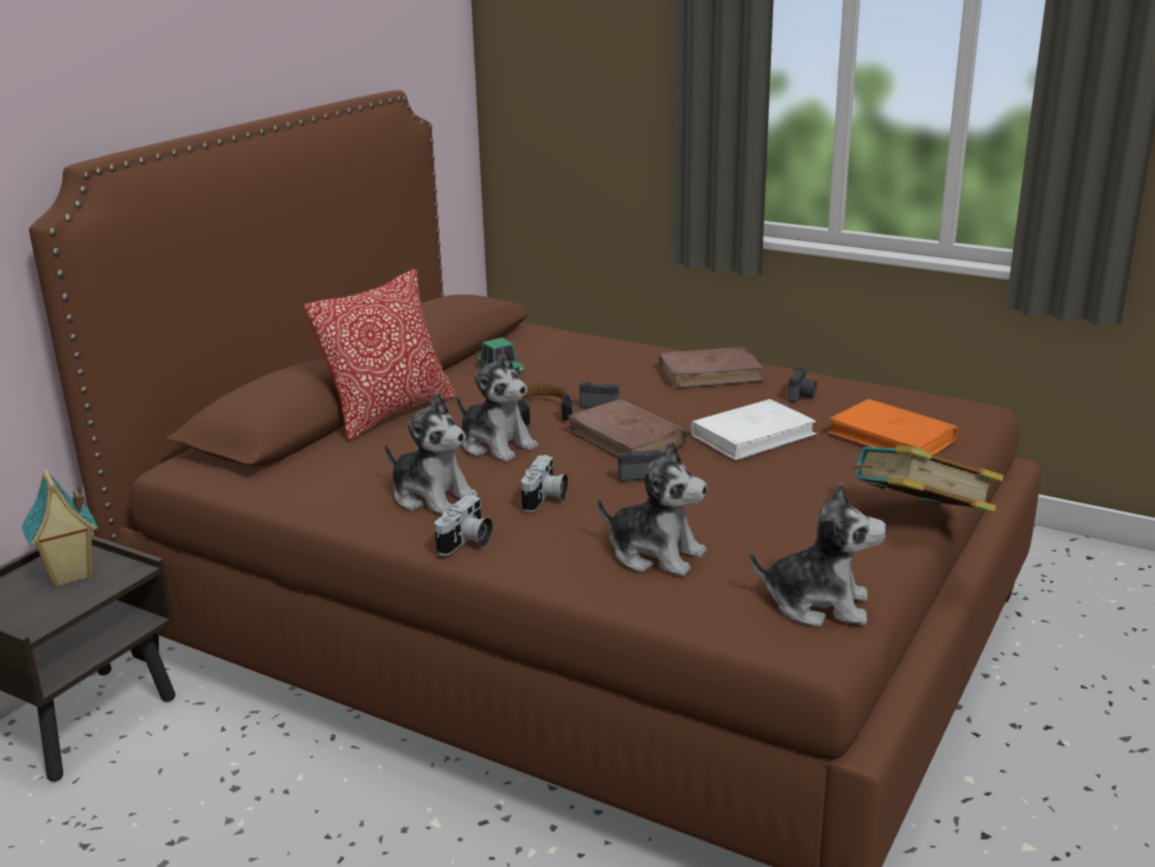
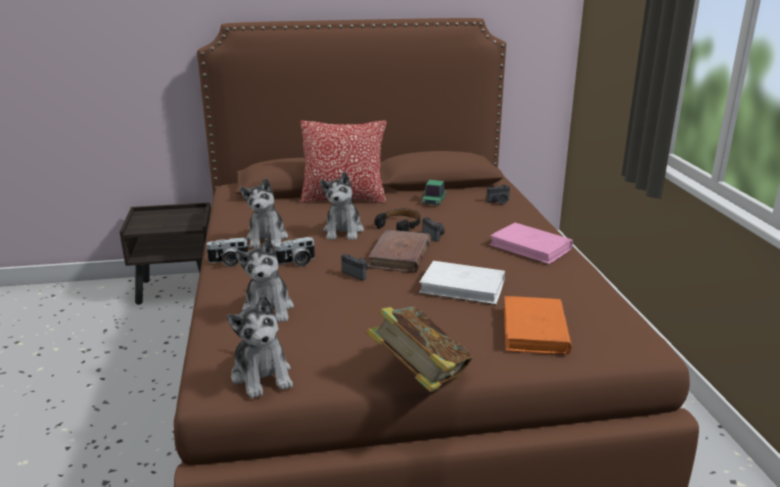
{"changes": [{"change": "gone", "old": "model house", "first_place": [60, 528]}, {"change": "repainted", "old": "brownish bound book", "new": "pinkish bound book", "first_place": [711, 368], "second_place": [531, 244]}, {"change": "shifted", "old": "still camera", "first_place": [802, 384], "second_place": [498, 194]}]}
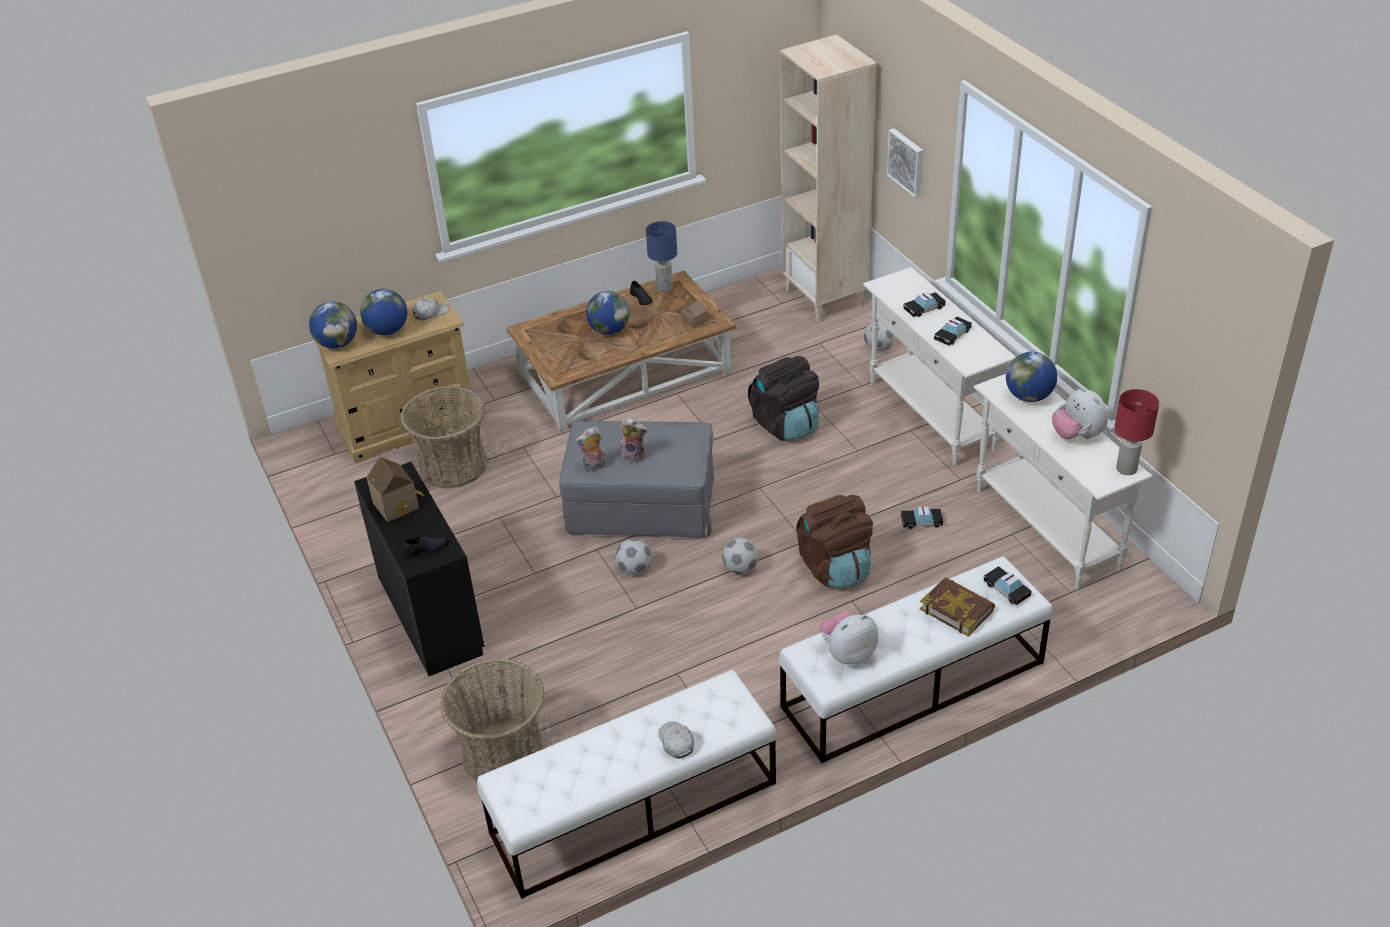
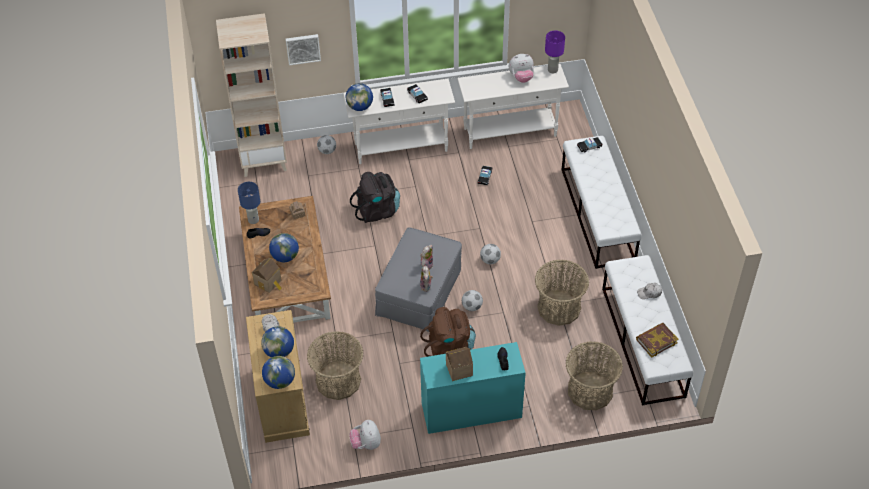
{"changes": [{"change": "repainted", "old": "blackish desk unit", "new": "turquoise desk unit", "first_place": [419, 569], "second_place": [473, 388]}, {"change": "shifted", "old": "brownish backpack", "first_place": [835, 541], "second_place": [448, 332]}, {"change": "shifted", "old": "soft toy", "first_place": [849, 638], "second_place": [365, 435]}, {"change": "shifted", "old": "bound book", "first_place": [957, 607], "second_place": [657, 340]}, {"change": "shifted", "old": "globe", "first_place": [1031, 377], "second_place": [359, 97]}, {"change": "repainted", "old": "red-coloured tabletop lamp", "new": "purple tabletop lamp", "first_place": [1136, 432], "second_place": [555, 51]}, {"change": "new", "new": "model house", "second_place": [267, 275]}, {"change": "new", "new": "basket", "second_place": [562, 292]}]}
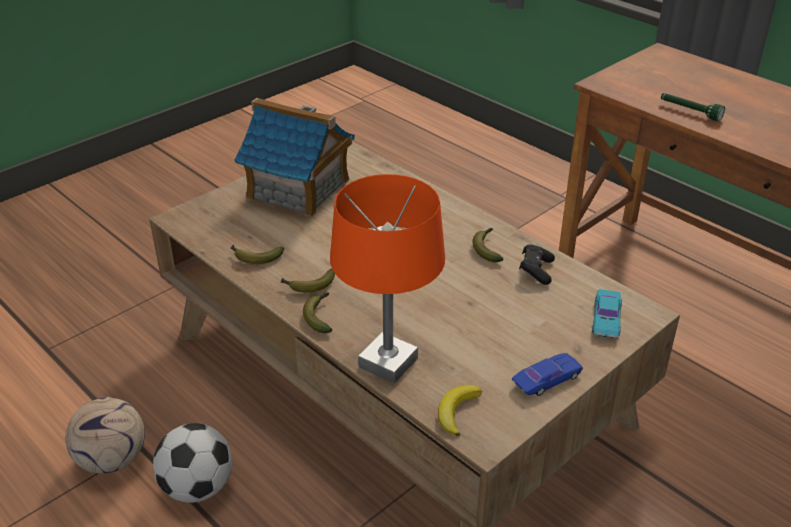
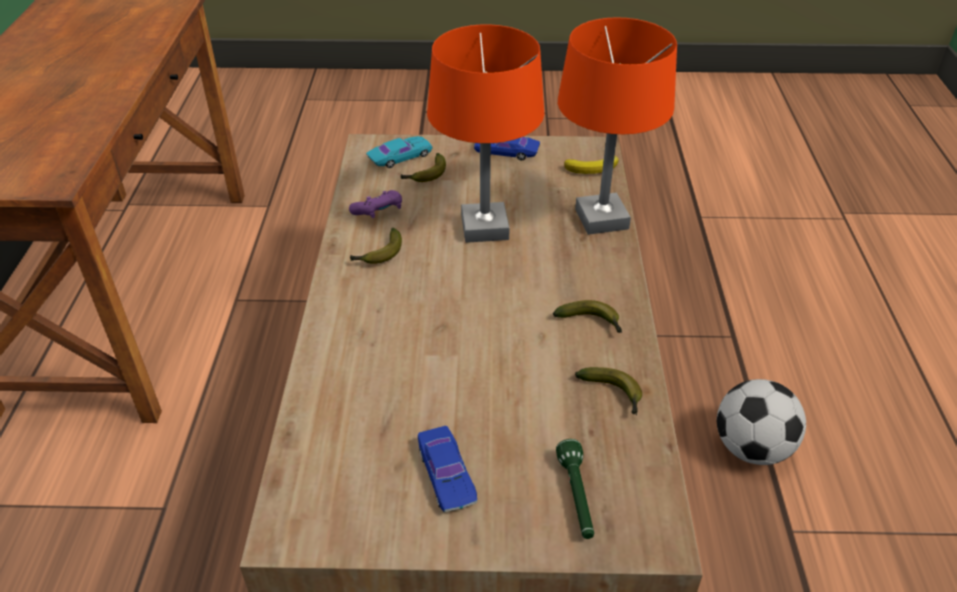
{"changes": [{"change": "gone", "old": "football", "first_place": [105, 435]}, {"change": "swapped", "old": "model house", "new": "bluish model car", "first_place": [294, 157], "second_place": [447, 469]}, {"change": "shifted", "old": "banana fruit", "first_place": [317, 312], "second_place": [423, 167]}, {"change": "repainted", "old": "blackish joypad", "new": "purple joypad", "first_place": [537, 264], "second_place": [375, 204]}, {"change": "shifted", "old": "greenish torch", "first_place": [693, 107], "second_place": [575, 489]}, {"change": "new", "new": "orange-coloured tabletop lamp", "second_place": [485, 134]}]}
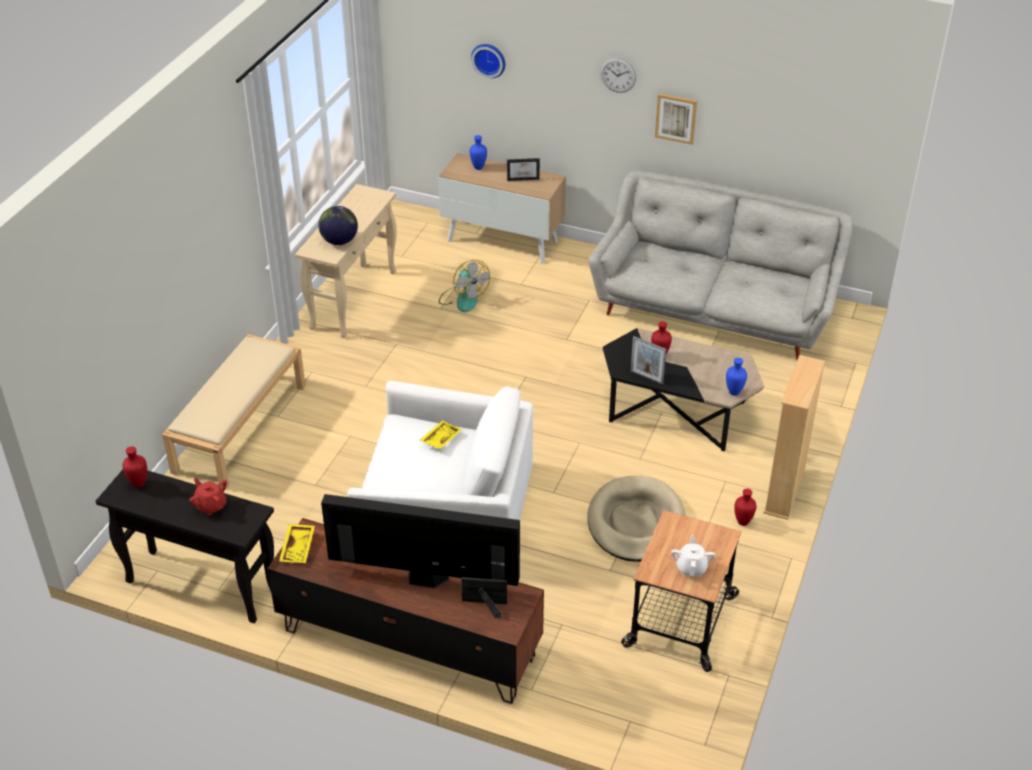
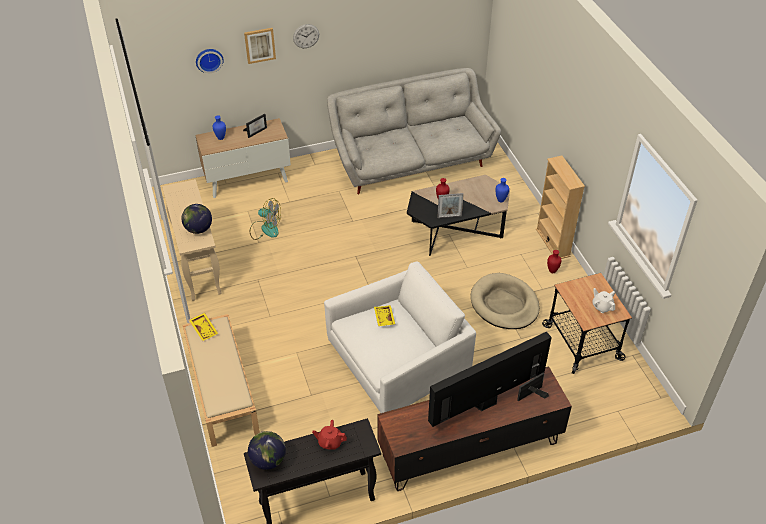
{"changes": [{"change": "swapped", "old": "red-coloured vase", "new": "globe", "first_place": [134, 467], "second_place": [267, 450]}, {"change": "shifted", "old": "yellow carrying tray", "first_place": [297, 543], "second_place": [203, 327]}, {"change": "shifted", "old": "wall art", "first_place": [676, 119], "second_place": [260, 46]}]}
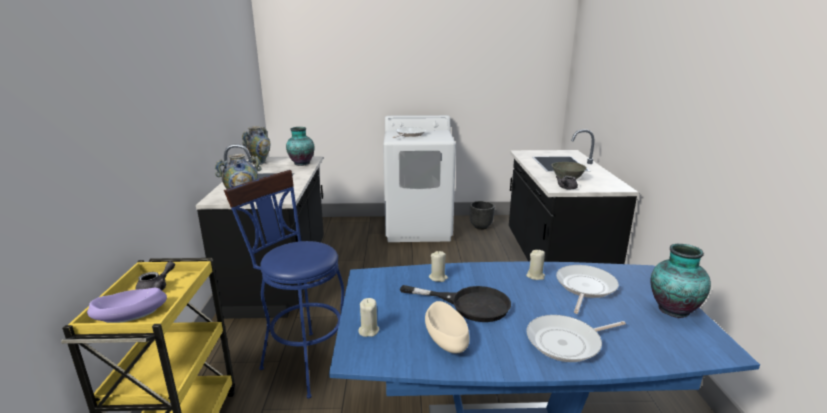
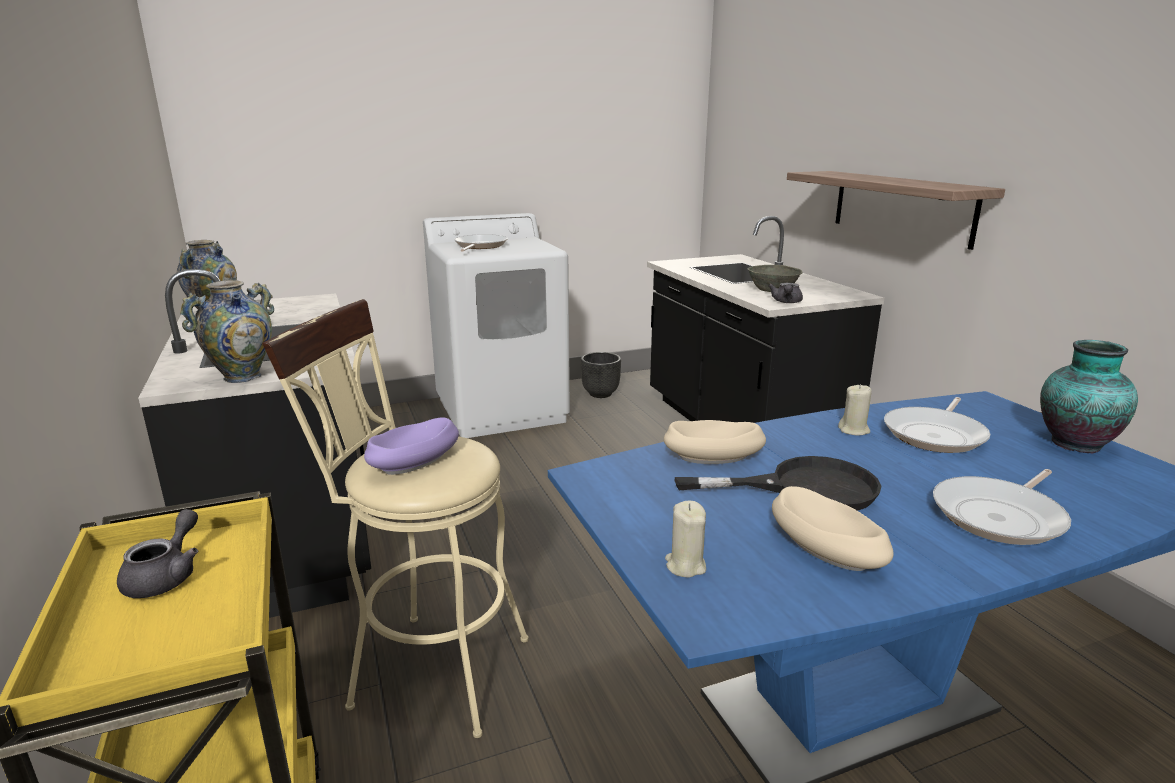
{"changes": [{"change": "shifted", "old": "purple bowl", "first_place": [127, 305], "second_place": [411, 446]}, {"change": "repainted", "old": "bluish sitting stool", "new": "sand-coloured sitting stool", "first_place": [284, 284], "second_place": [395, 518]}, {"change": "gone", "old": "vase", "first_place": [300, 146]}, {"change": "swapped", "old": "sand-coloured candle", "new": "sand-coloured bowl", "first_place": [438, 266], "second_place": [715, 442]}, {"change": "rotated", "old": "pan", "first_place": [587, 289], "second_place": [937, 425], "degrees": -150}, {"change": "new", "new": "shelf", "second_place": [896, 210]}]}
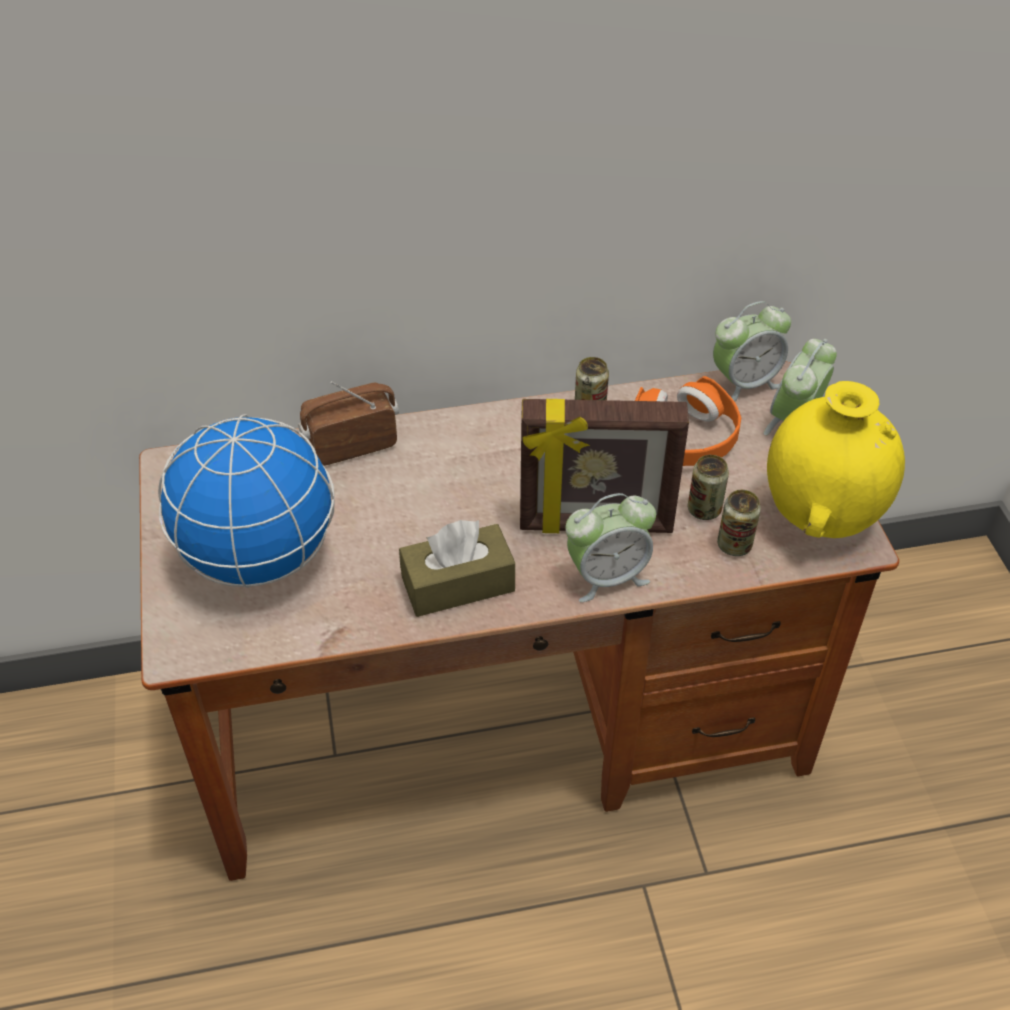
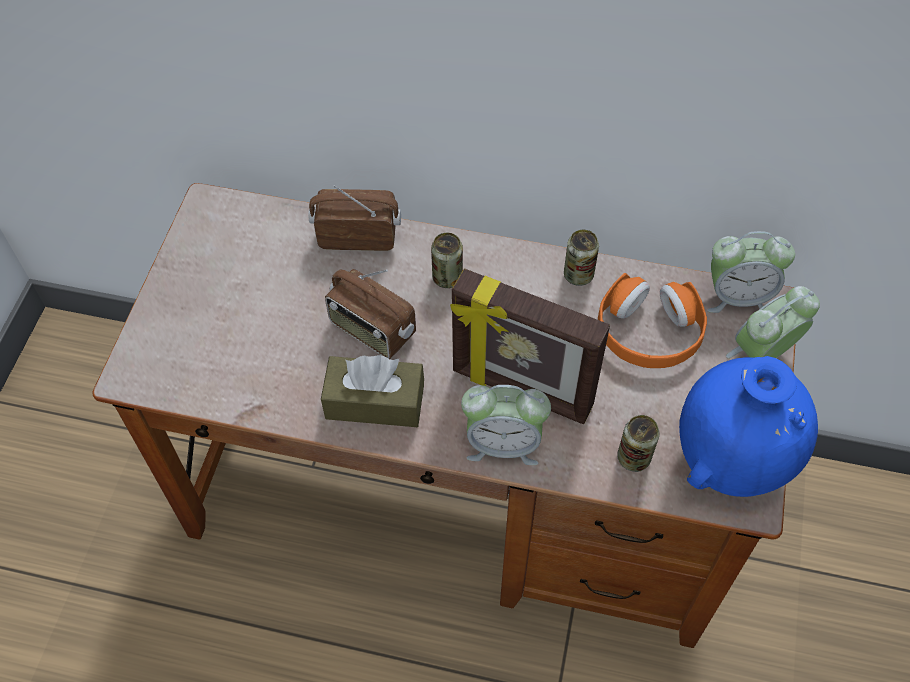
{"changes": [{"change": "gone", "old": "globe", "first_place": [246, 501]}, {"change": "shifted", "old": "can", "first_place": [708, 487], "second_place": [447, 260]}, {"change": "repainted", "old": "yellow vase", "new": "bluish vase", "first_place": [836, 459], "second_place": [748, 426]}, {"change": "new", "new": "radio receiver", "second_place": [370, 314]}]}
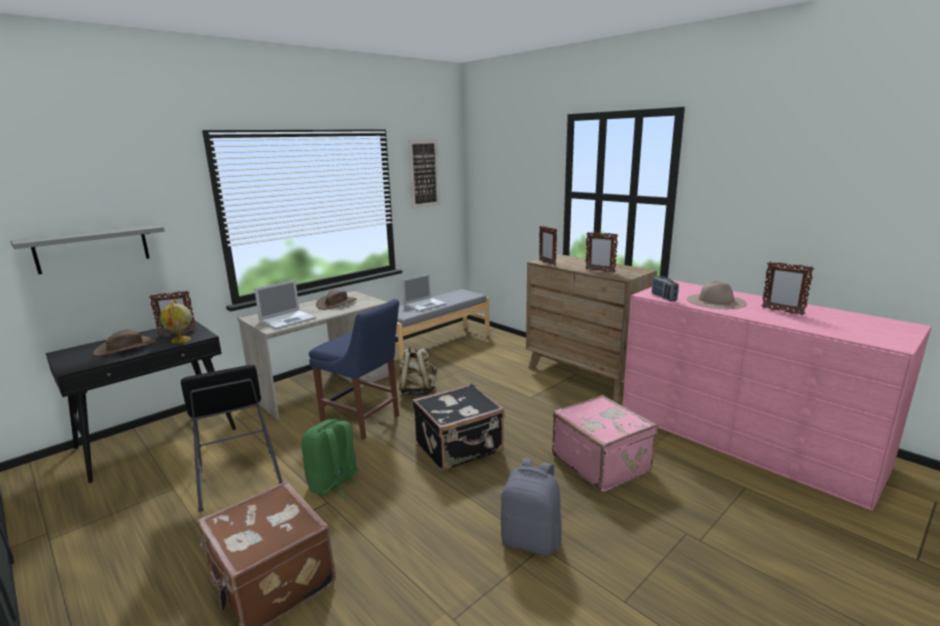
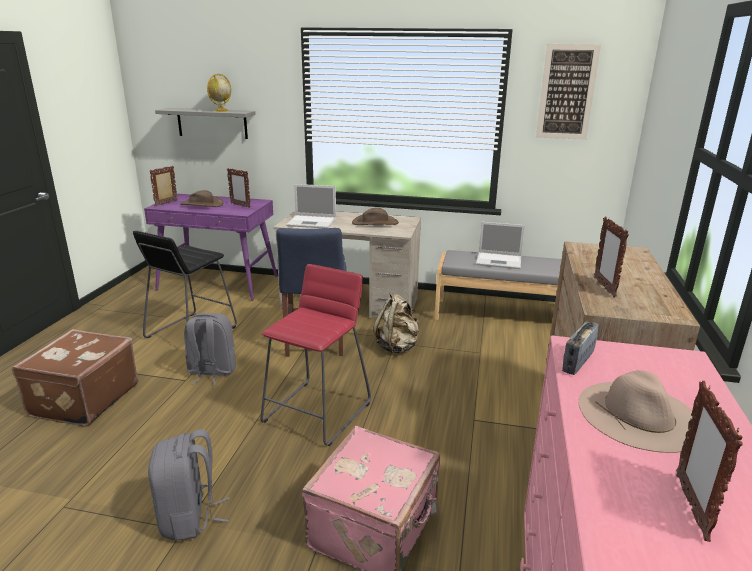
{"changes": [{"change": "repainted", "old": "blackish desk unit", "new": "purple desk unit", "first_place": [141, 401], "second_place": [210, 247]}, {"change": "shifted", "old": "globe", "first_place": [176, 321], "second_place": [219, 93]}, {"change": "repainted", "old": "greenish backpack", "new": "grey backpack", "first_place": [332, 459], "second_place": [210, 349]}, {"change": "swapped", "old": "blackish piece of luggage", "new": "red-coloured sitting stool", "first_place": [458, 427], "second_place": [315, 355]}, {"change": "shifted", "old": "standing frame", "first_place": [548, 246], "second_place": [163, 186]}]}
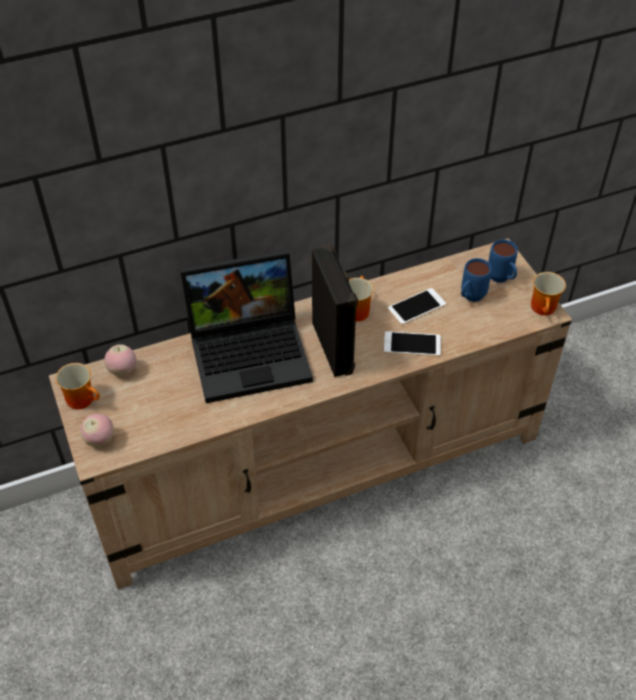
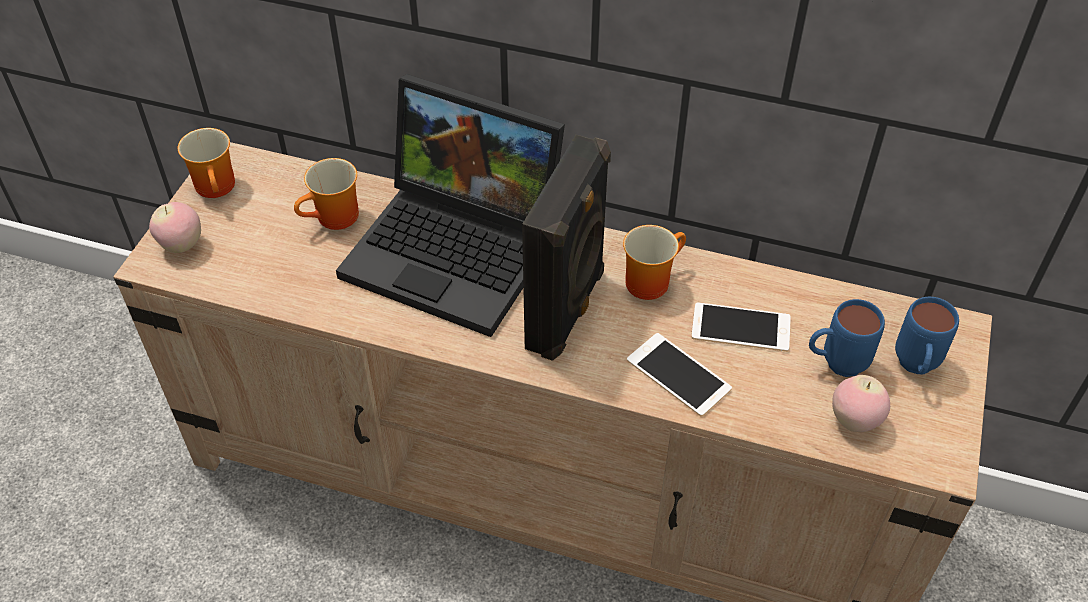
{"changes": [{"change": "shifted", "old": "whole apple", "first_place": [120, 360], "second_place": [861, 403]}, {"change": "shifted", "old": "mug", "first_place": [548, 293], "second_place": [326, 194]}]}
